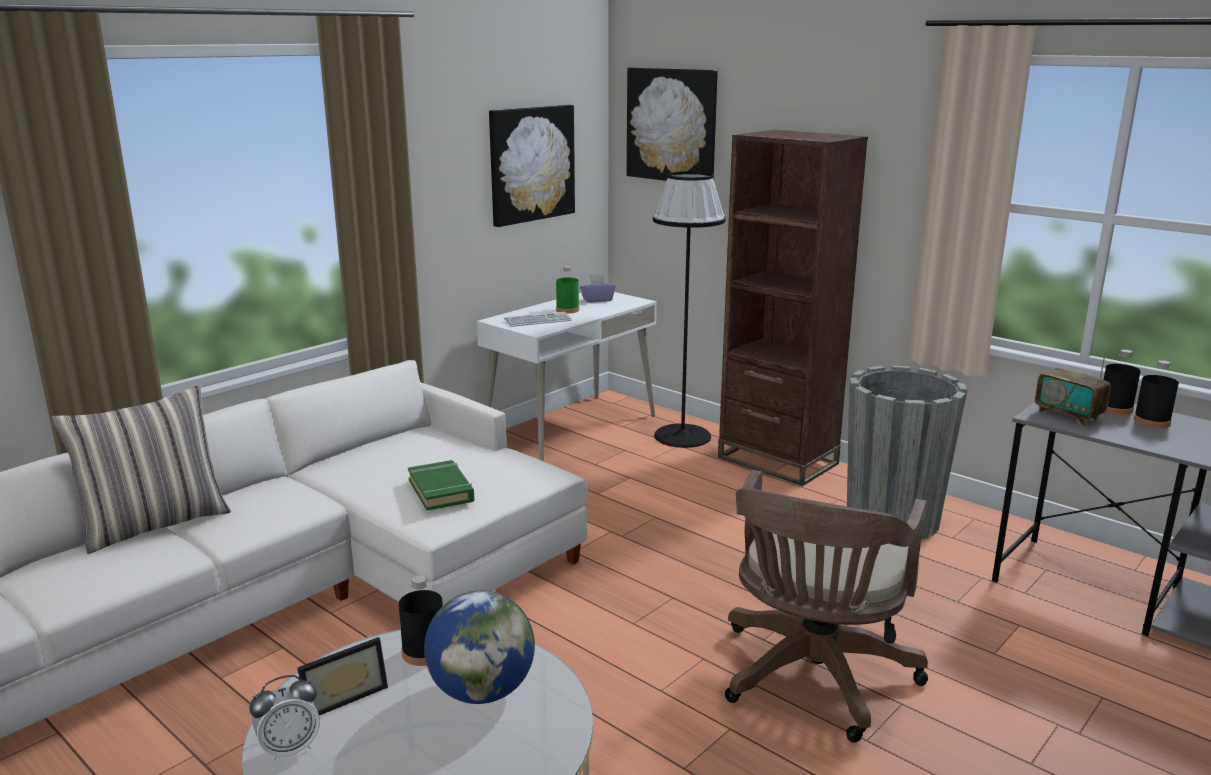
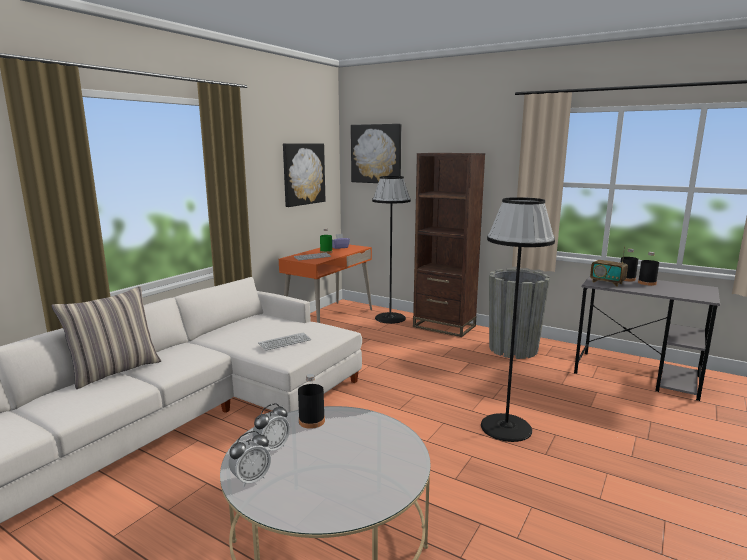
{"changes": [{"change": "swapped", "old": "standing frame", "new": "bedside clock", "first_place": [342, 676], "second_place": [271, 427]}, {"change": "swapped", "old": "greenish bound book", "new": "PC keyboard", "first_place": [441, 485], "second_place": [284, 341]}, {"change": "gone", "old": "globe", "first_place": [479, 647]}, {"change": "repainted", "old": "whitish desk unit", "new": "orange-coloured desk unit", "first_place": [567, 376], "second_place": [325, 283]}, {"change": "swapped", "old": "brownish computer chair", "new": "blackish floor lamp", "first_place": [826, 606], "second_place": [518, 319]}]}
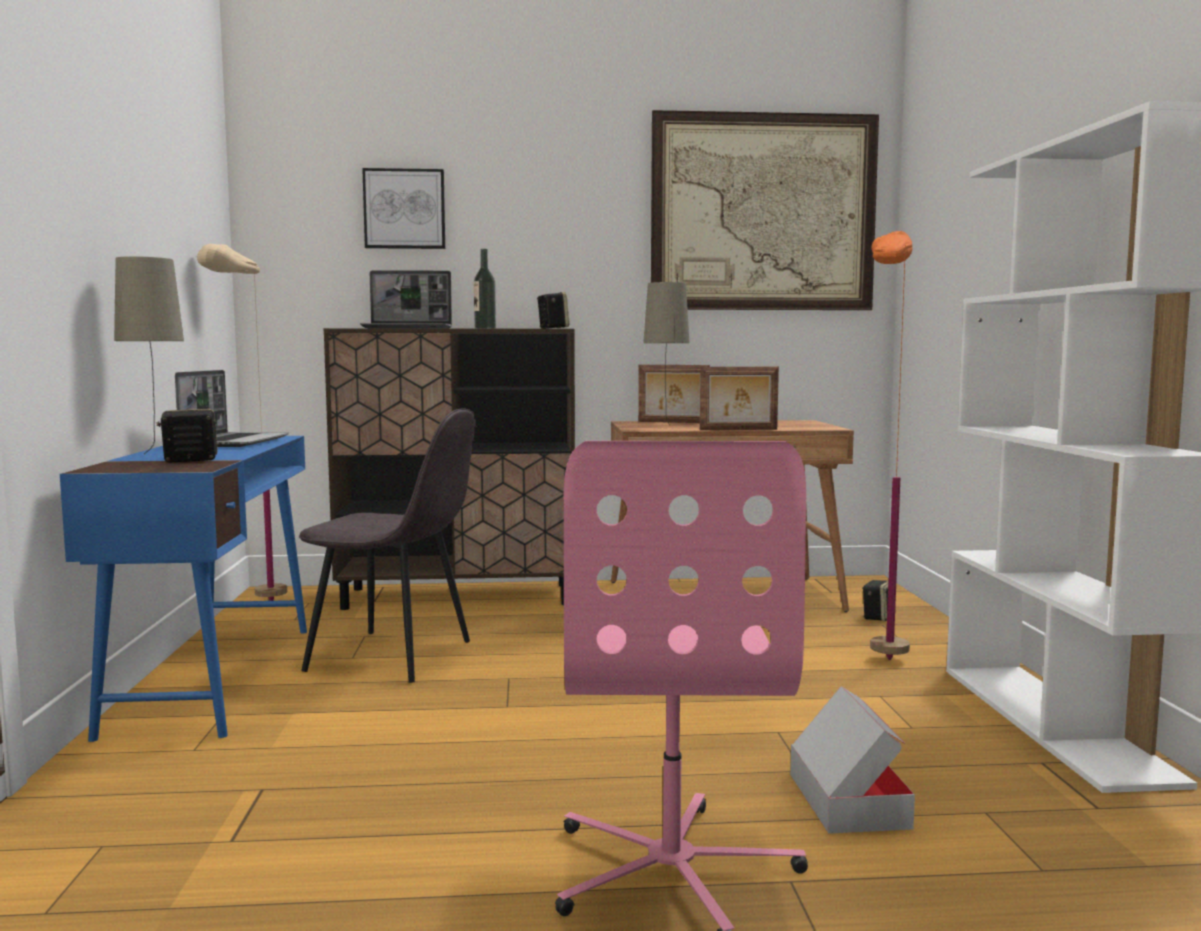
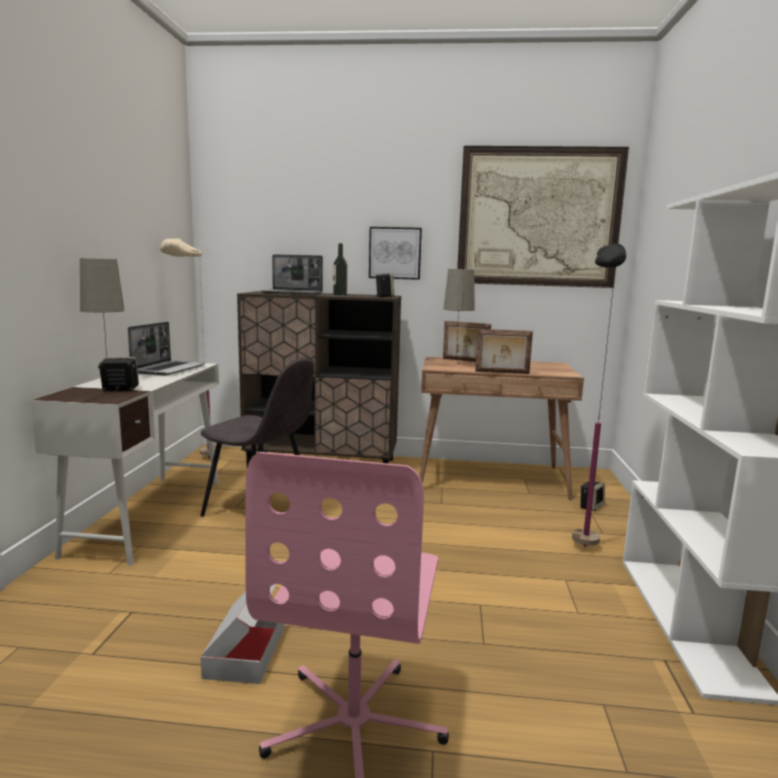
{"changes": [{"change": "repainted", "old": "bluish desk unit", "new": "whitish desk unit", "first_place": [183, 589], "second_place": [124, 464]}, {"change": "shifted", "old": "wall art", "first_place": [403, 208], "second_place": [395, 253]}, {"change": "shifted", "old": "carton", "first_place": [852, 760], "second_place": [242, 634]}, {"change": "repainted", "old": "orange-coloured floor lamp", "new": "blackish floor lamp", "first_place": [891, 445], "second_place": [599, 395]}]}
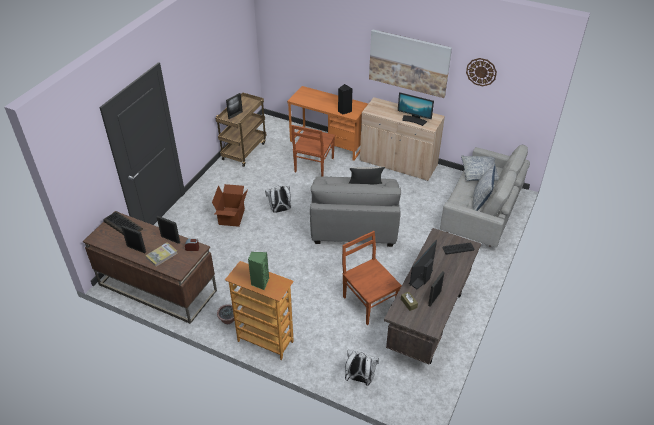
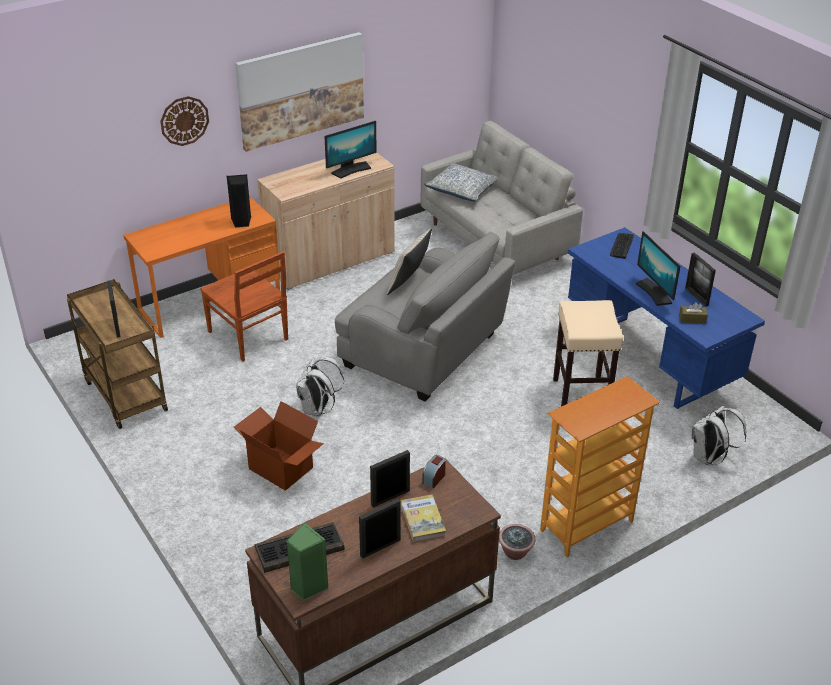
{"changes": [{"change": "shifted", "old": "greenish loudspeaker", "first_place": [258, 271], "second_place": [307, 562]}, {"change": "swapped", "old": "brownish plain chair", "new": "sand-coloured sitting stool", "first_place": [372, 278], "second_place": [588, 353]}, {"change": "repainted", "old": "brownish desk unit", "new": "bluish desk unit", "first_place": [432, 296], "second_place": [666, 318]}, {"change": "shifted", "old": "hanging clock", "first_place": [481, 72], "second_place": [184, 121]}, {"change": "gone", "old": "cushion", "first_place": [483, 187]}]}
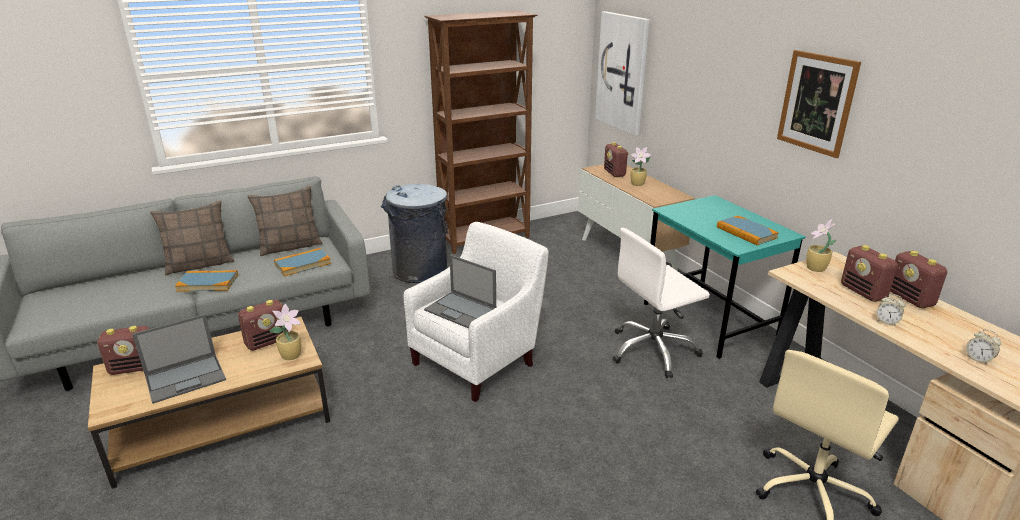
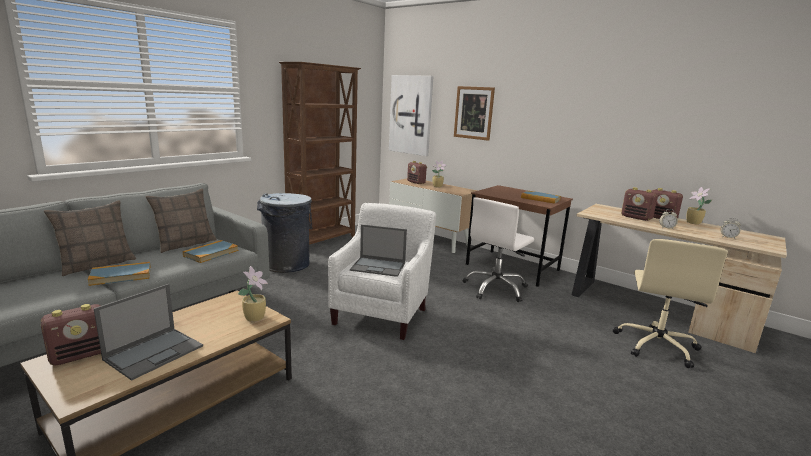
{"changes": [{"change": "gone", "old": "radio receiver", "first_place": [263, 325]}, {"change": "repainted", "old": "turquoise desk unit", "new": "brownish desk unit", "first_place": [725, 277], "second_place": [519, 236]}, {"change": "shifted", "old": "wall art", "first_place": [819, 104], "second_place": [474, 113]}, {"change": "shifted", "old": "plant in a pot", "first_place": [821, 245], "second_place": [699, 205]}]}
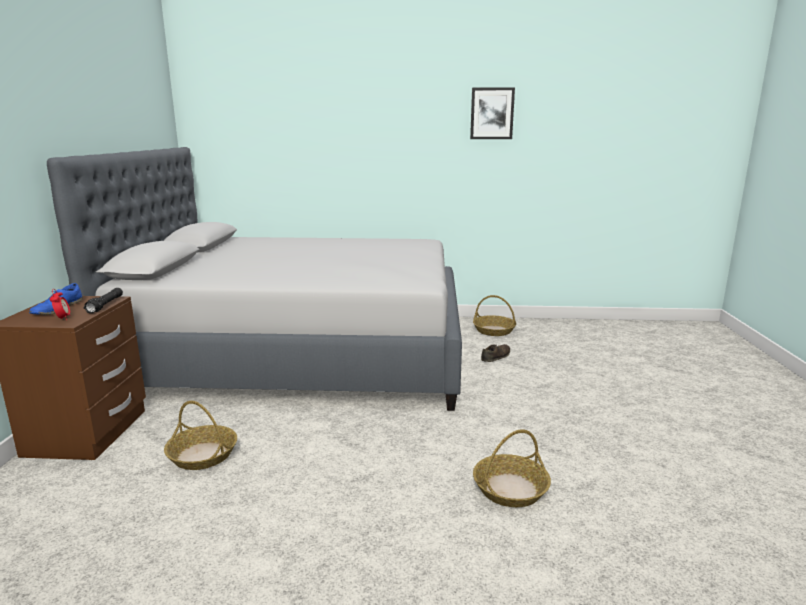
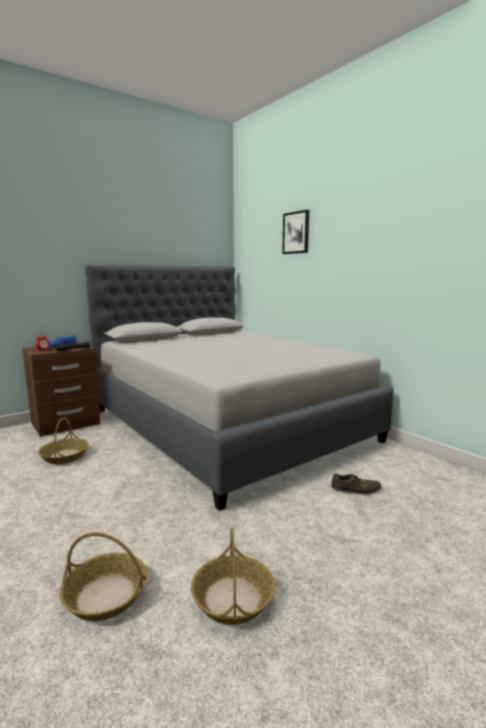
{"changes": [{"change": "shifted", "old": "wall art", "first_place": [492, 113], "second_place": [295, 232]}, {"change": "shifted", "old": "basket", "first_place": [494, 315], "second_place": [233, 576]}]}
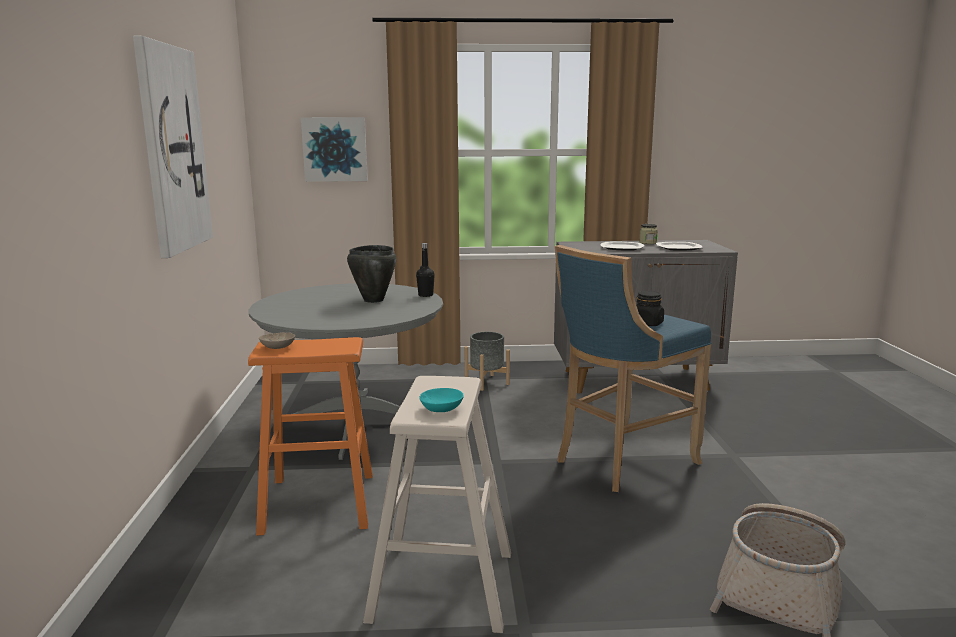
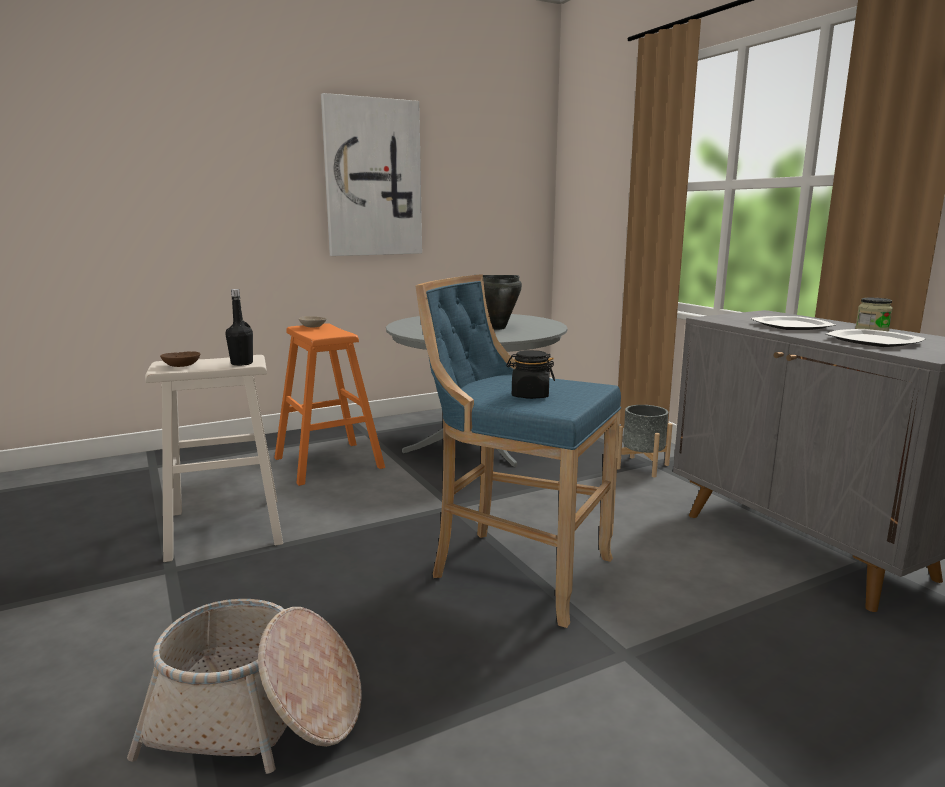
{"changes": [{"change": "gone", "old": "wall art", "first_place": [334, 149]}, {"change": "shifted", "old": "blackish drink bottle", "first_place": [425, 270], "second_place": [239, 327]}, {"change": "repainted", "old": "turquoise bowl", "new": "brownish bowl", "first_place": [441, 400], "second_place": [180, 359]}]}
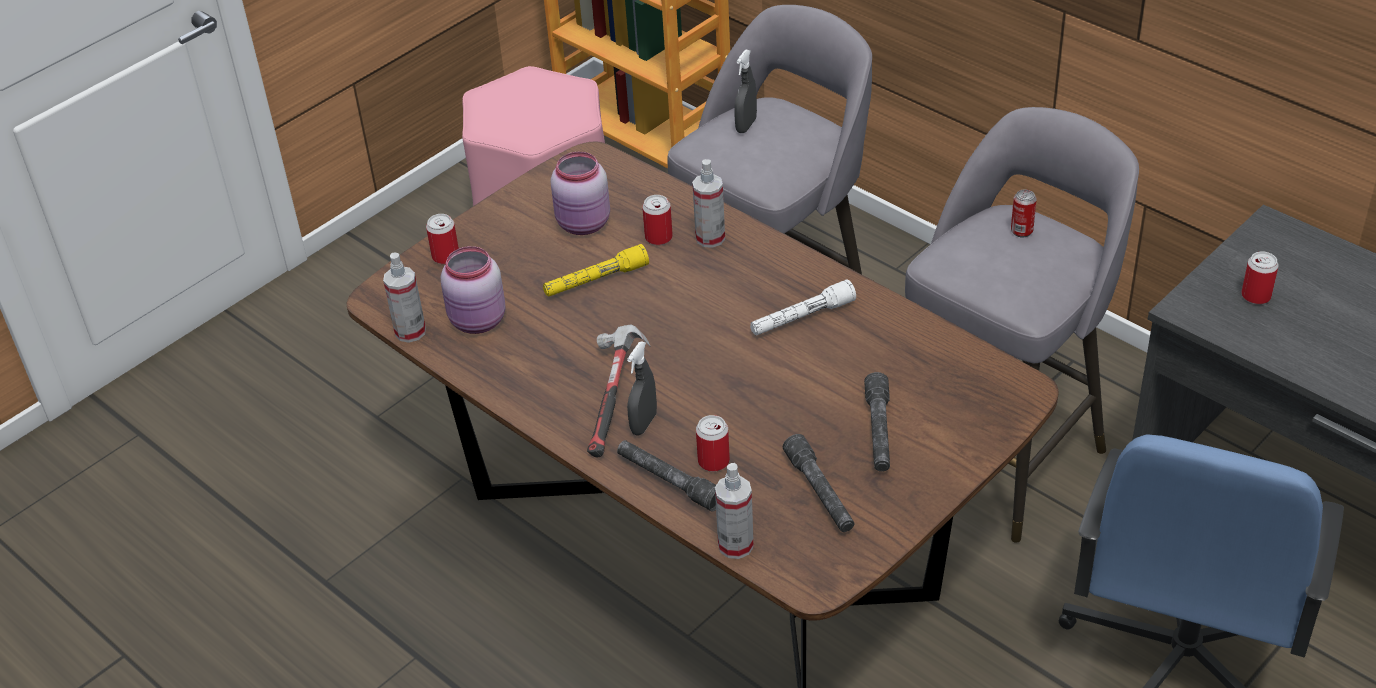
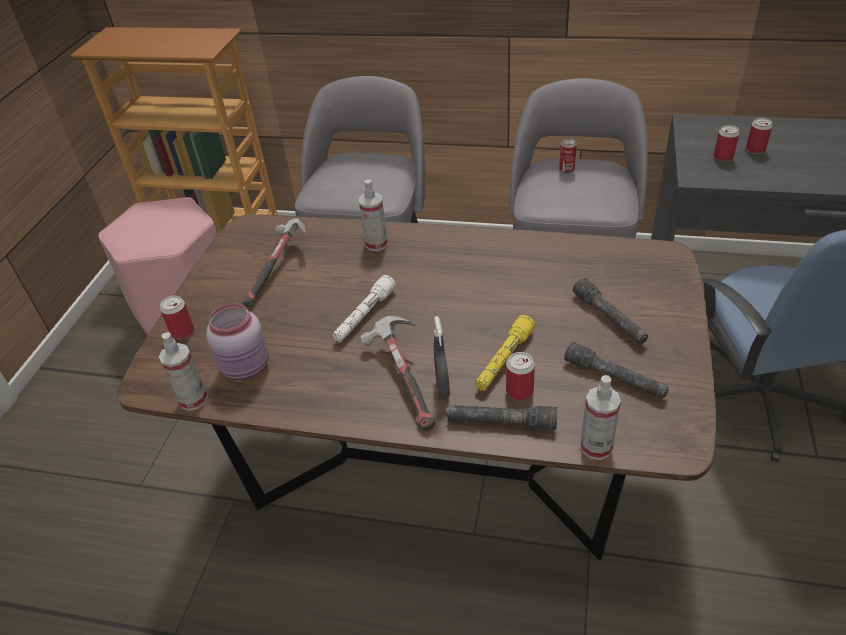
{"changes": [{"change": "shifted", "old": "yellow torch", "first_place": [596, 270], "second_place": [505, 353]}, {"change": "swapped", "old": "pinkish preserve jar", "new": "hand hammer", "first_place": [580, 193], "second_place": [273, 262]}, {"change": "shifted", "old": "can", "first_place": [657, 220], "second_place": [759, 136]}, {"change": "gone", "old": "grey spray bottle", "first_place": [745, 91]}, {"change": "shifted", "old": "whitish torch", "first_place": [803, 307], "second_place": [364, 308]}]}
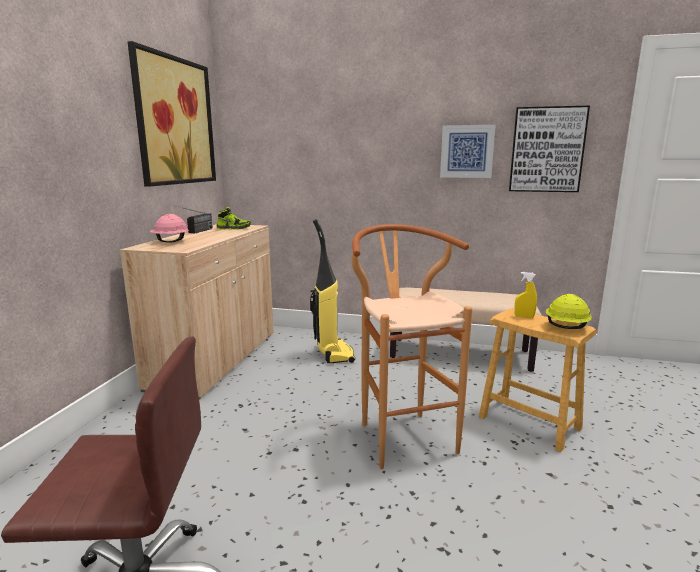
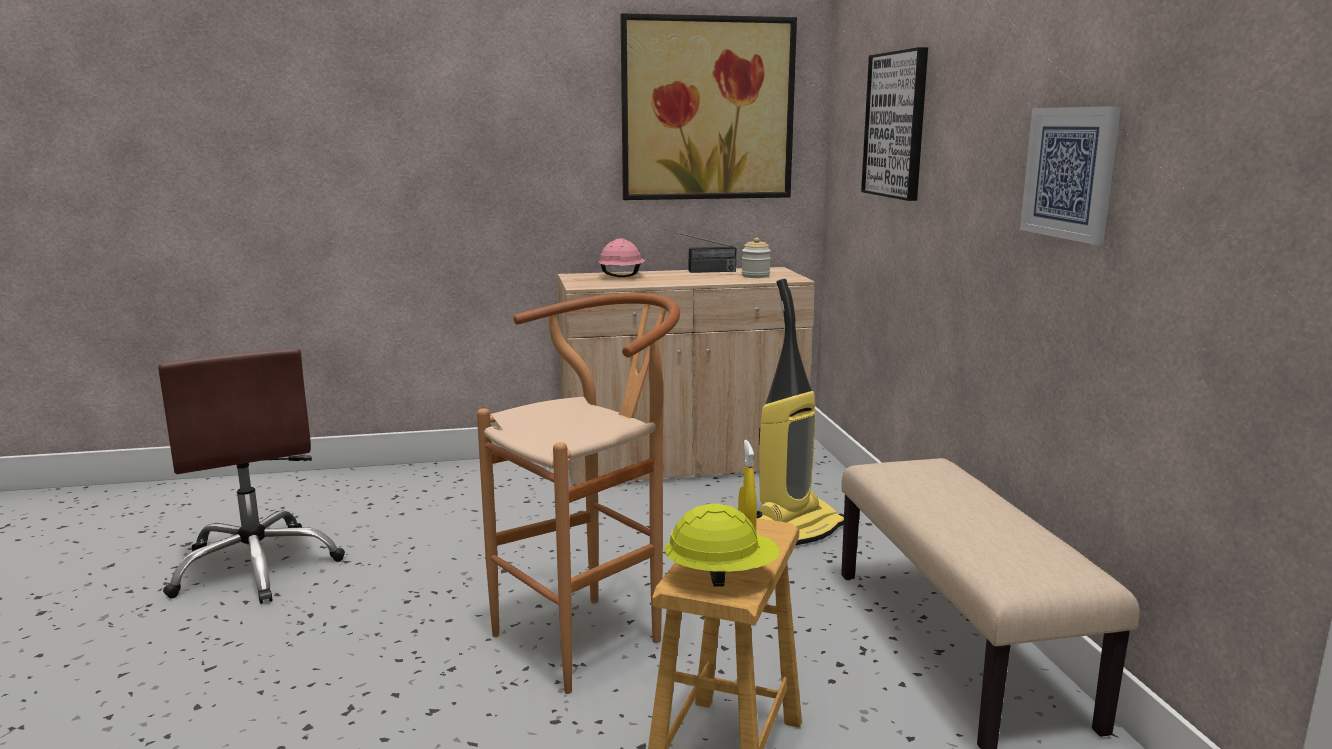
{"changes": [{"change": "swapped", "old": "shoe", "new": "preserve jar", "first_place": [234, 218], "second_place": [756, 257]}, {"change": "shifted", "old": "wall art", "first_place": [549, 148], "second_place": [894, 124]}]}
